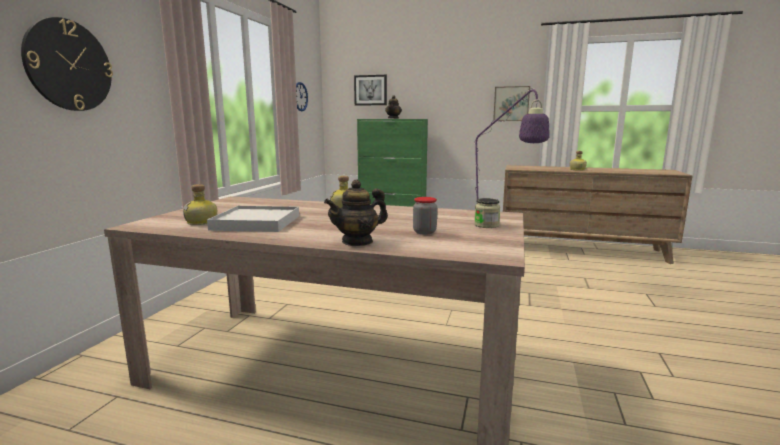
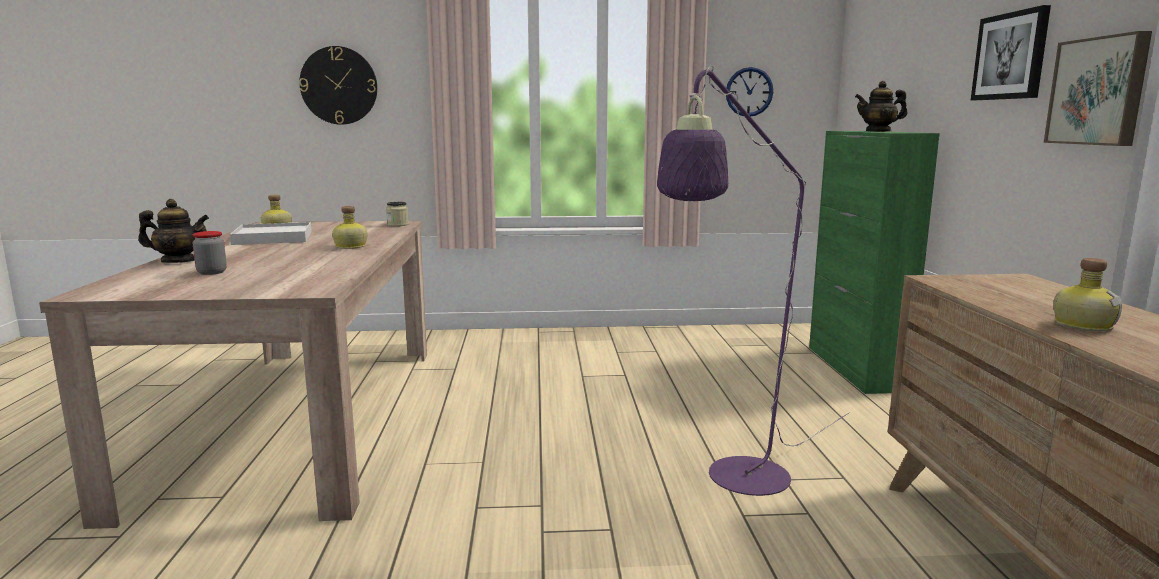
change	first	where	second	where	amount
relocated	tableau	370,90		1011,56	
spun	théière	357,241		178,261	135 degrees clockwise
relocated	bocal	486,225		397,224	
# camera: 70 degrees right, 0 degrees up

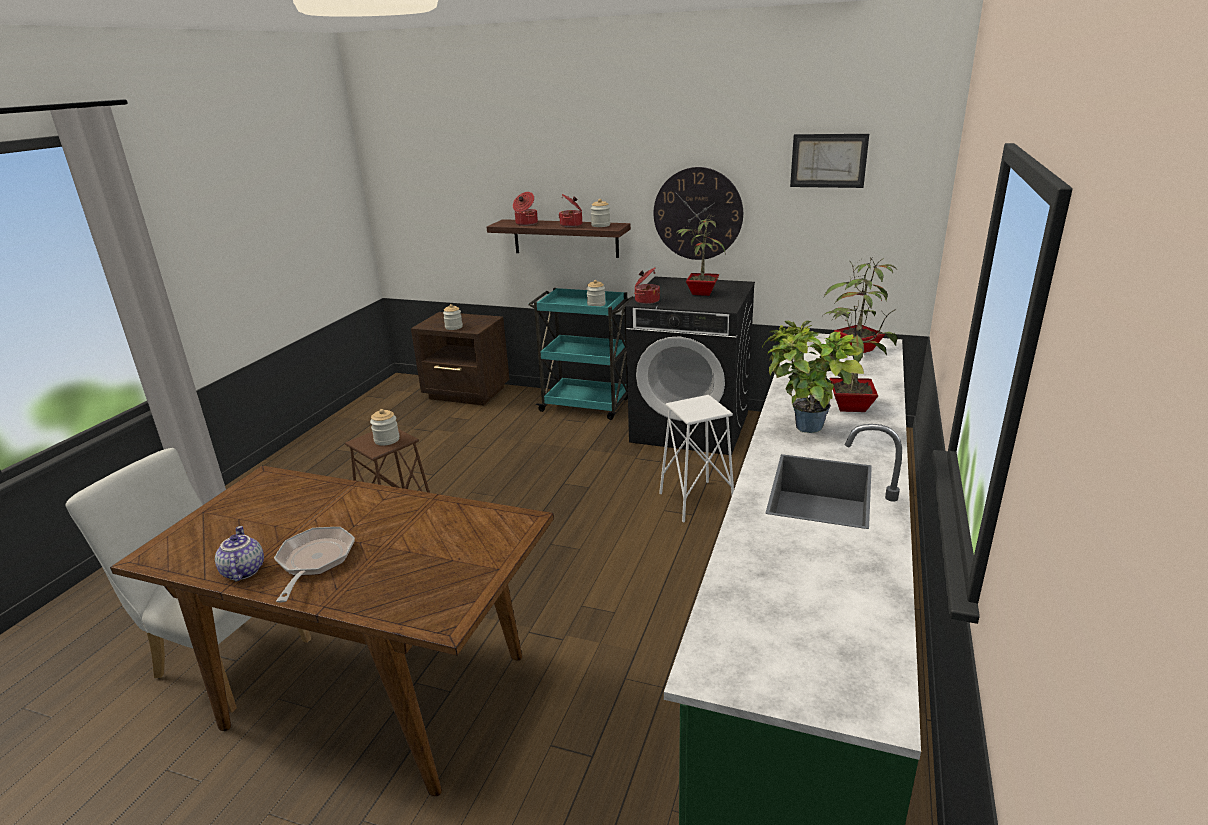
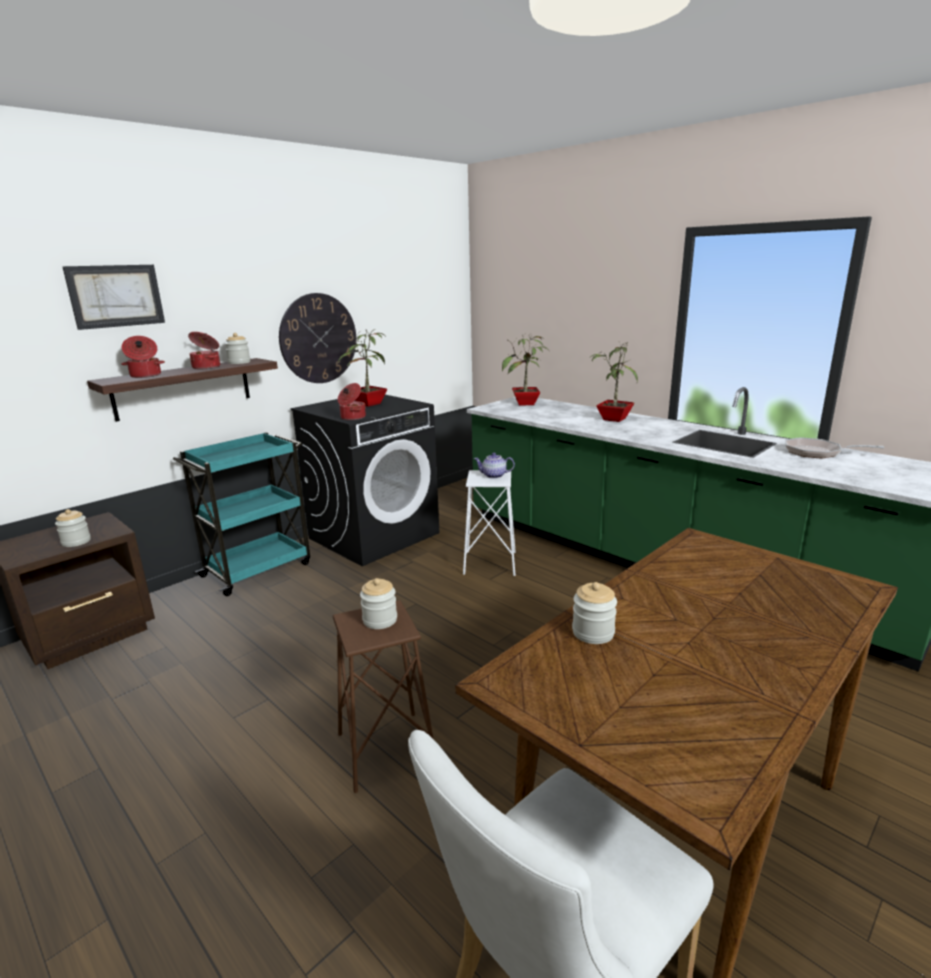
change	first	where	second	where	amount
relocated	tableau	828,160		116,296	
relocated	bocal	596,304		593,633	
missing	plante en pot	802,429			
relocated	théière	242,571		494,476	
relocated	poêle	314,562		817,452	
# camera: 65 degrees left, 5 degrees down

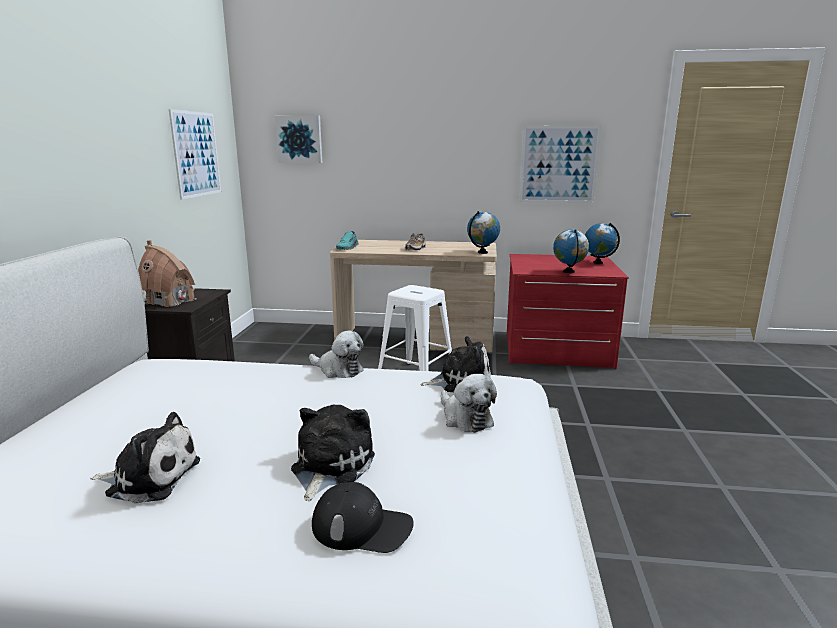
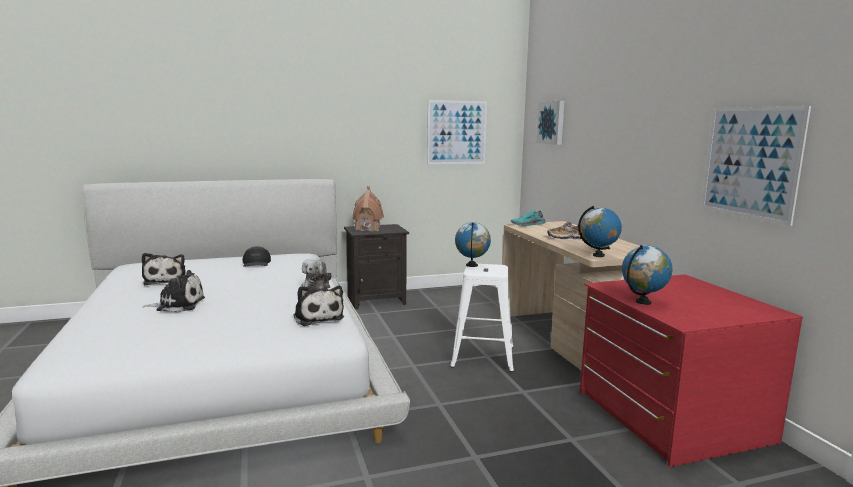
change	first	where	second	where	amount
relocated	globe	598,263		472,265	
missing	peluche	465,418			
relocated	casquette (noir)	362,527		256,263	
# camera: 65 degrees right, 5 degrees down

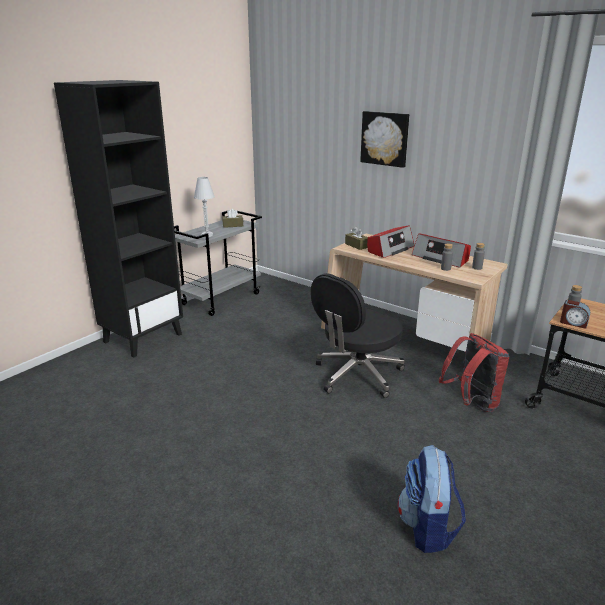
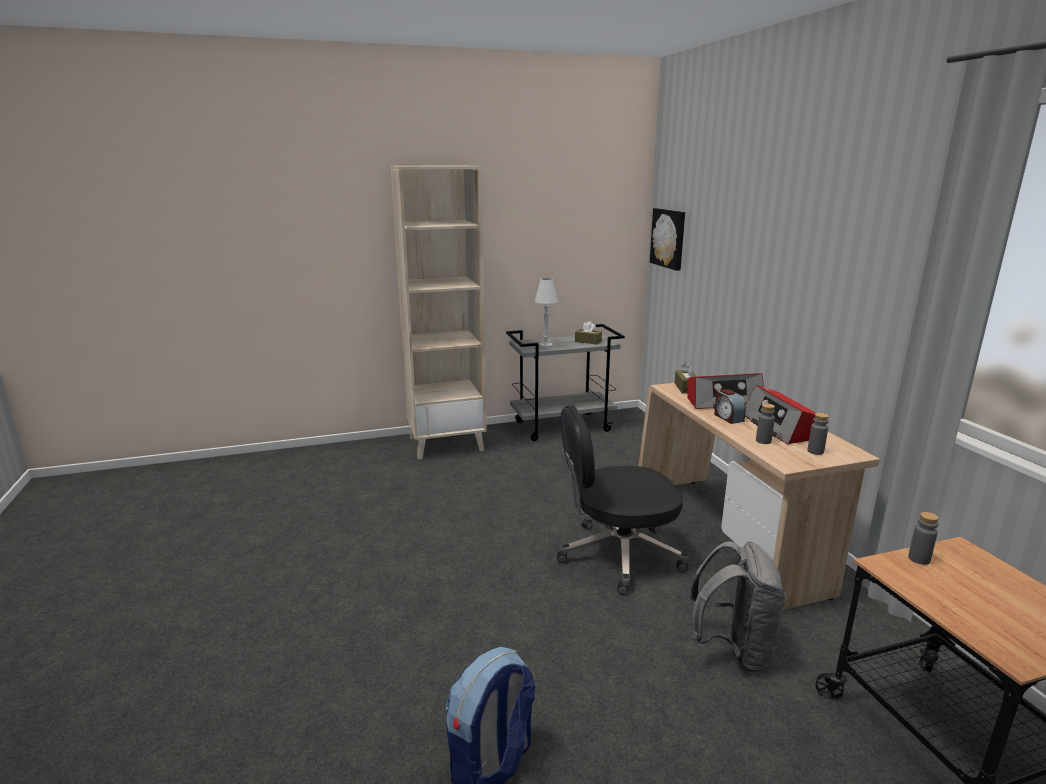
change	first	where	second	where	amount
colour	bibliothèque (noir)	143,337	bibliothèque (beige)	446,443	
relocated	tableau	385,138		669,238	
relocated	réveil	573,323		728,417	
colour	sac à dos (rouge)	471,403	sac à dos (gris)	733,650	
# camera: 35 degrees right, 5 degrees down

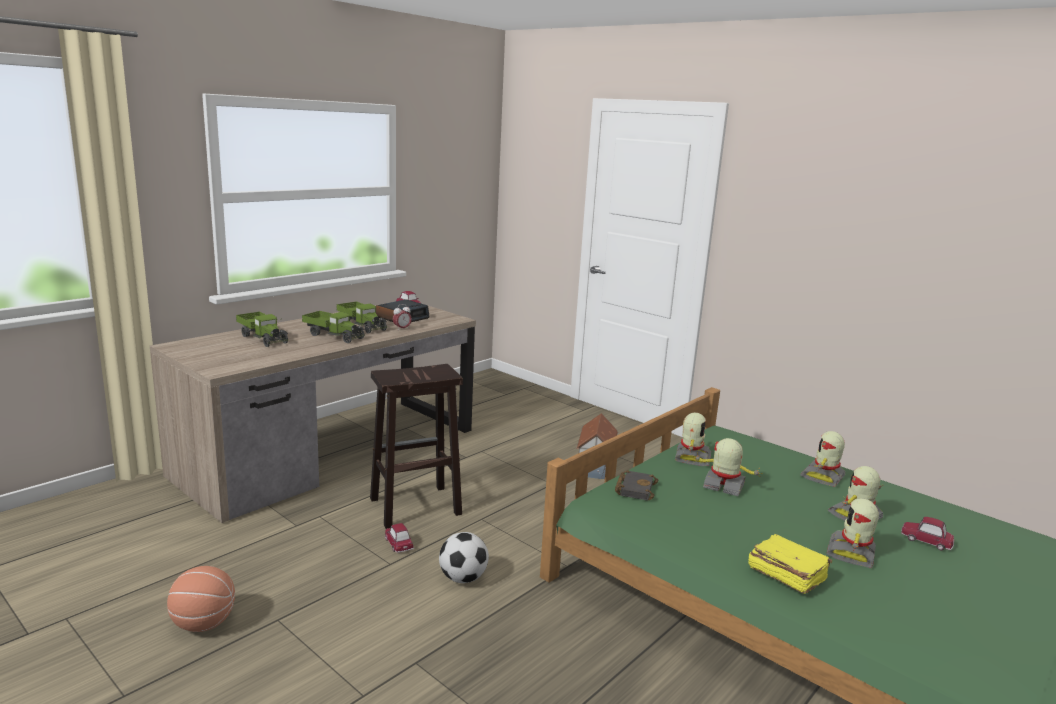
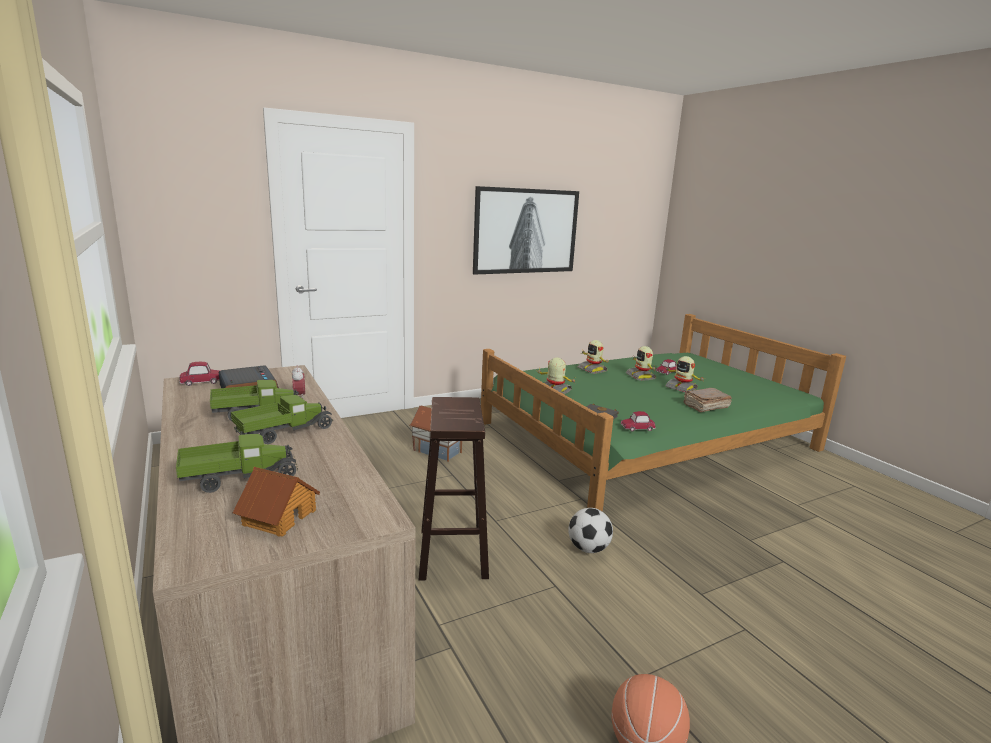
change	first	where	second	where	amount
missing	robot jouet	723,486			
relocated	petite voiture	398,543		637,428	
colour	livre (jaune)	786,574	livre (marron)	705,407	
appeared			tableau	525,231	
appeared			maison miniature	278,517	
# camera: 70 degrees left, 0 degrees up

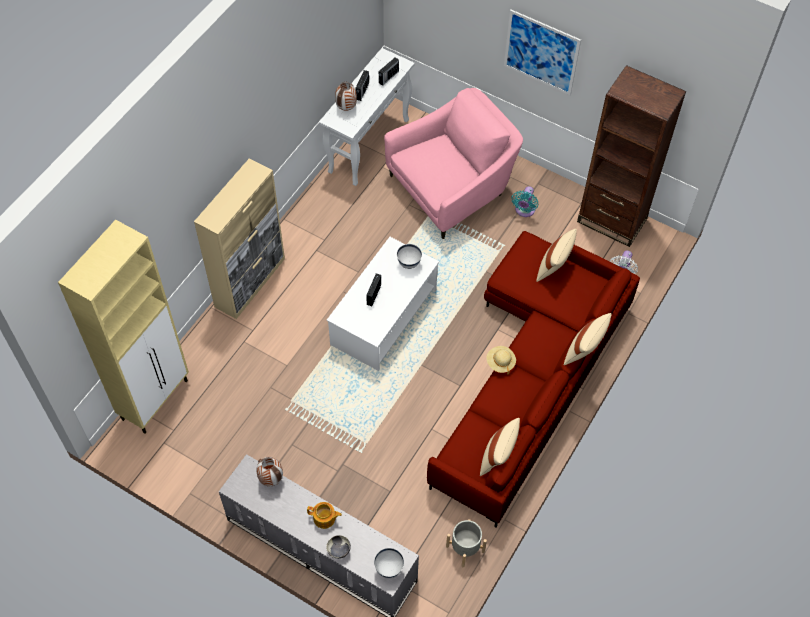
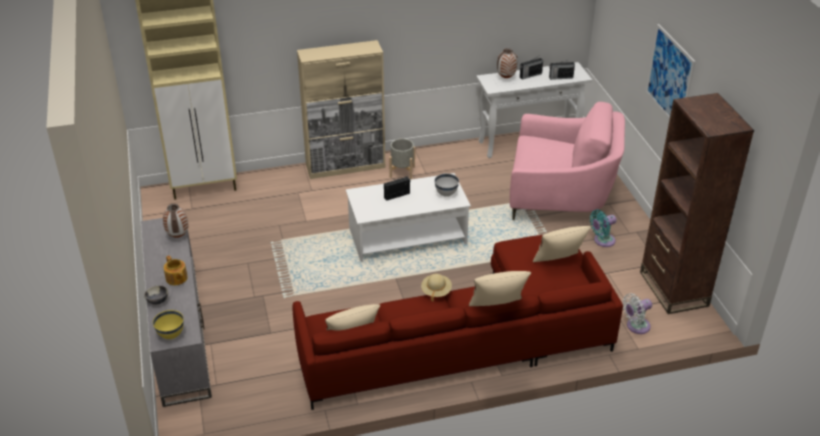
change	first	where	second	where	amount
relocated	cache-pot (gris)	465,548		402,172	
colour	bol (blanc)	389,569	bol (jaune)	171,335	
# camera: 45 degrees right, 20 degrees down

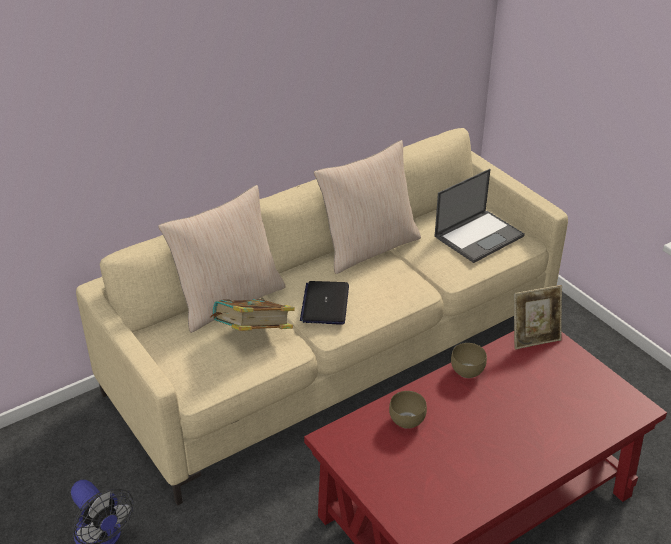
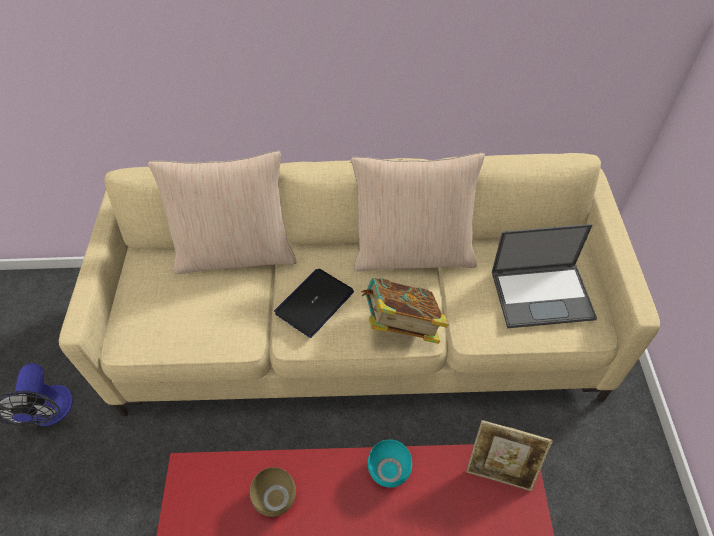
change	first	where	second	where	amount
relocated	livre	253,335		402,325	
colour	bol (marron)	466,371	bol (turquoise)	388,469	
# camera: 35 degrees right, 15 degrees up

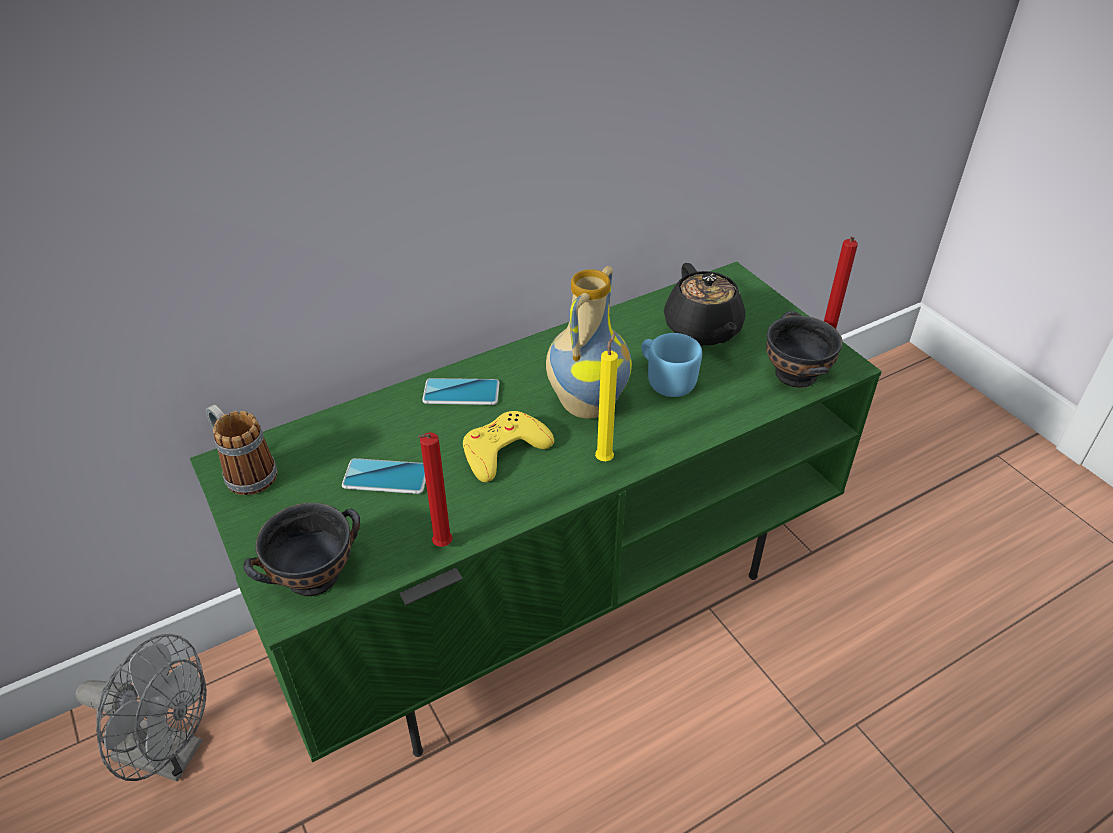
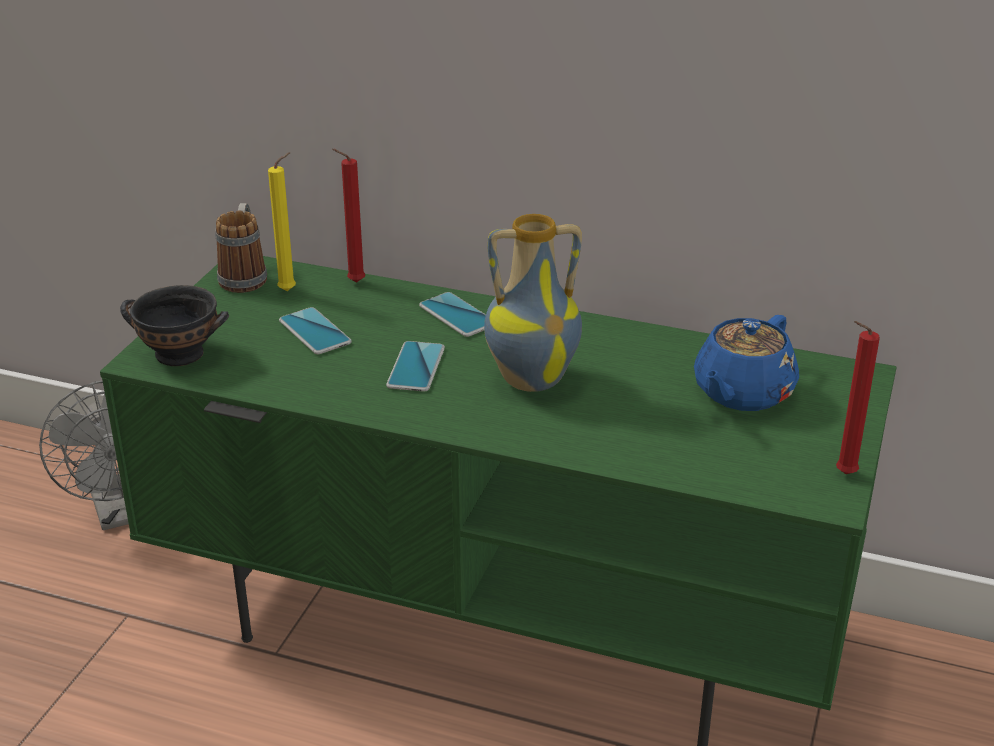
change	first	where	second	where	amount
colour	théière (noir)	703,330	théière (bleu)	742,393	
missing	bol (noir)	796,374			
relocated	bougie (jaune)	605,458		290,290	
missing	mug (bleu)	666,381			
exchanged	manette (jaune)	504,451	téléphone	416,367	
relocated	bougie (rouge)	441,547		353,282	
# camera: 50 degrees right, 10 degrees down

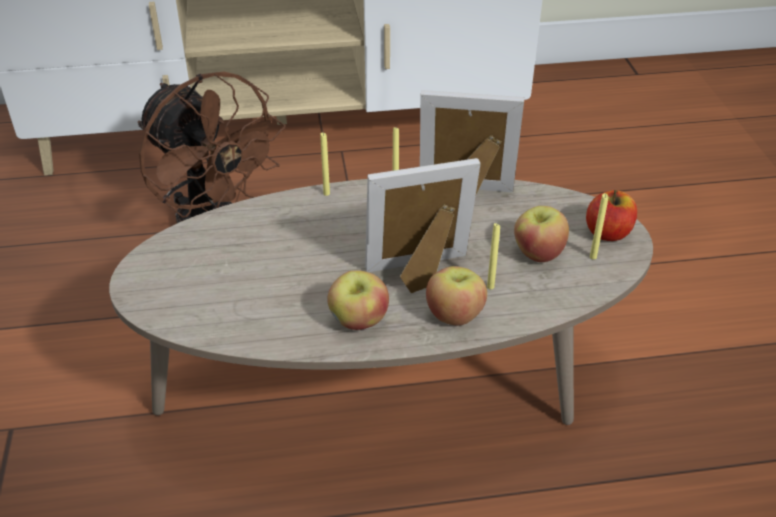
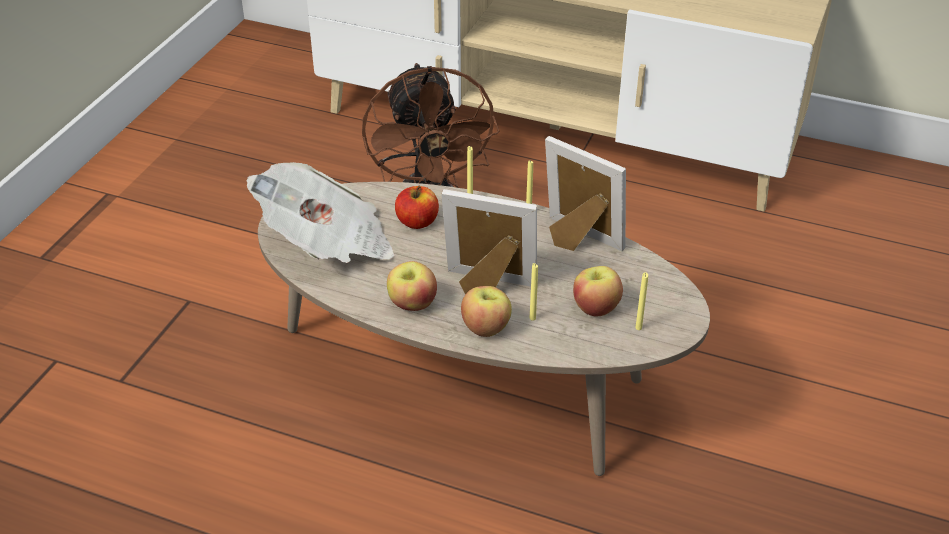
change	first	where	second	where	amount
relocated	pomme	608,233		417,222	
appeared			journal	327,243	
# camera: 30 degrees right, 0 degrees up

